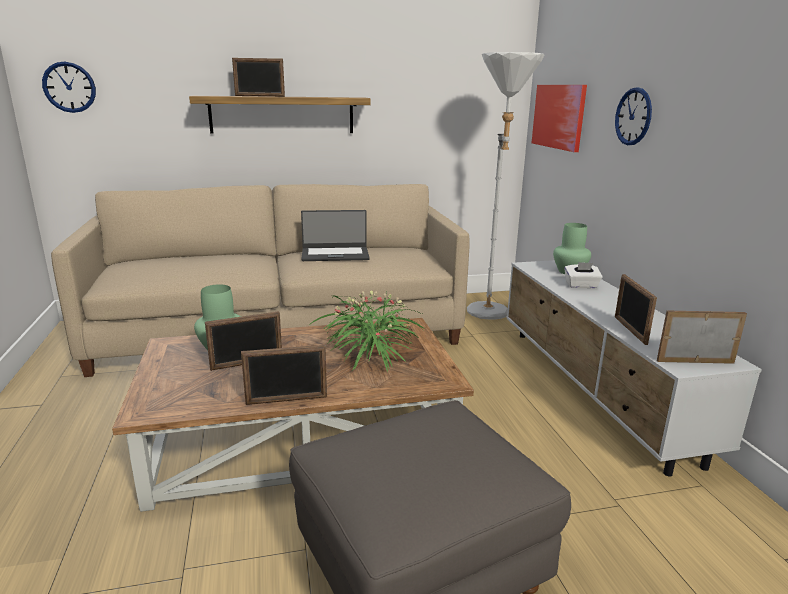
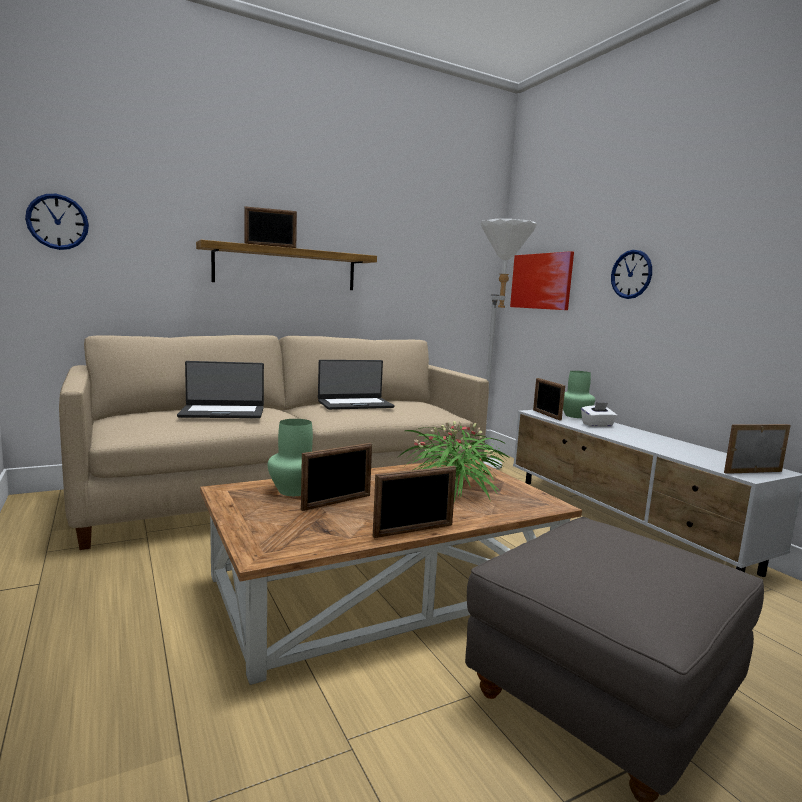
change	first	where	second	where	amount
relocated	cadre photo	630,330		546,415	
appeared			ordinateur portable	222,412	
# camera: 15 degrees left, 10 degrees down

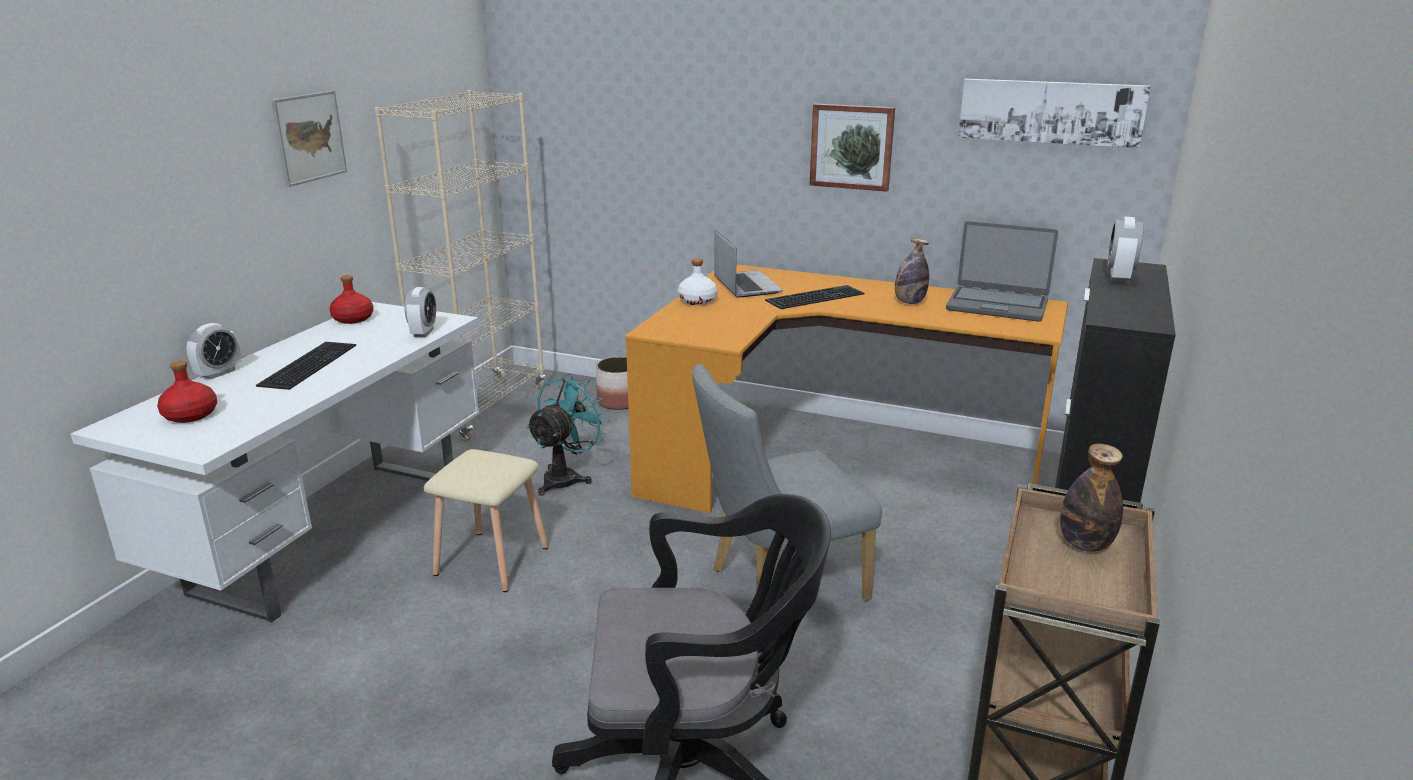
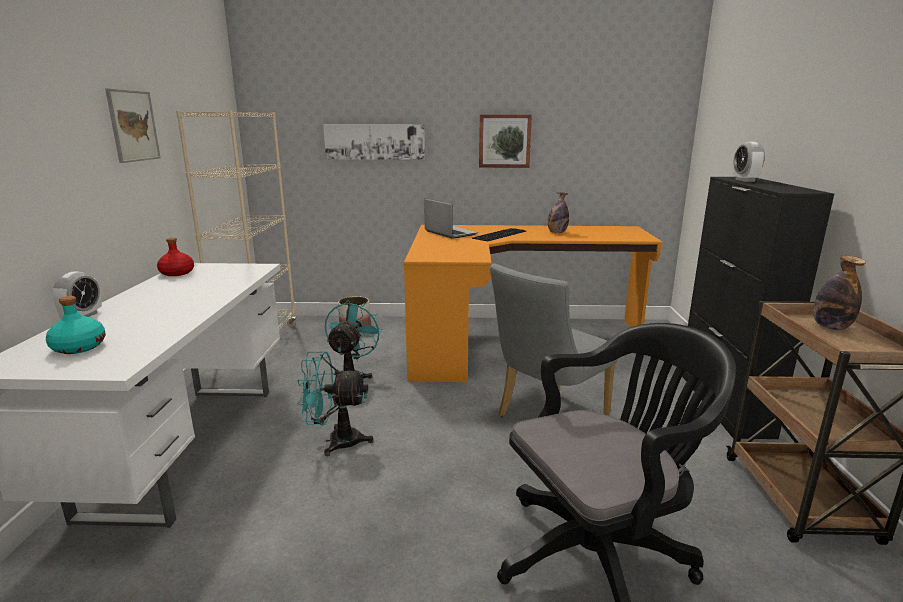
change	first	where	second	where	amount
relocated	tableau	1050,112		375,142	
missing	ordinateur portable	997,305			
missing	bouteille (blanc)	697,301			
missing	réveil	423,332			
missing	clavier	307,364			
colour	bouteille (rouge)	190,415	bouteille (turquoise)	78,347	
exchanged	tabouret (beige)	491,562	ventilateur (turquoise)	335,441	
# camera: 20 degrees left, 5 degrees down

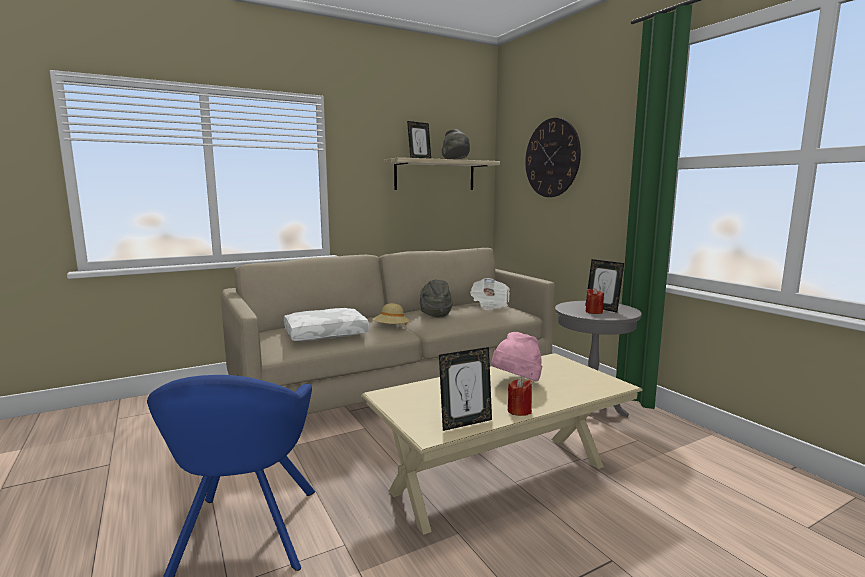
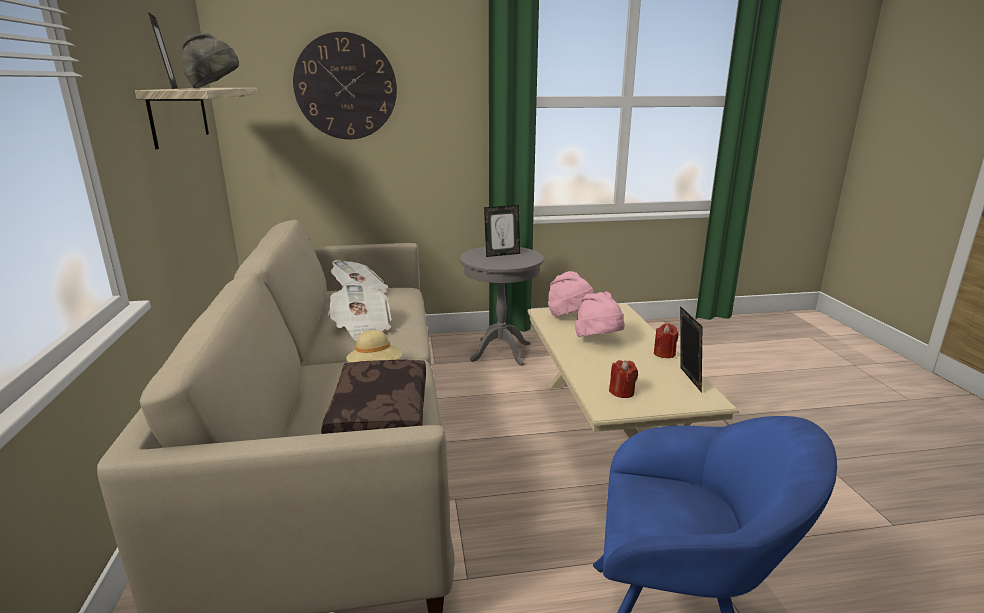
change	first	where	second	where	amount
exchanged	chapeau (gris)	435,314	journal	361,328	
relocated	bougie (rouge)	594,312		622,392	
colour	coussin (blanc)	326,333	coussin (marron)	378,413	
appeared			chapeau (rose)	570,316	
# camera: 70 degrees left, 10 degrees up

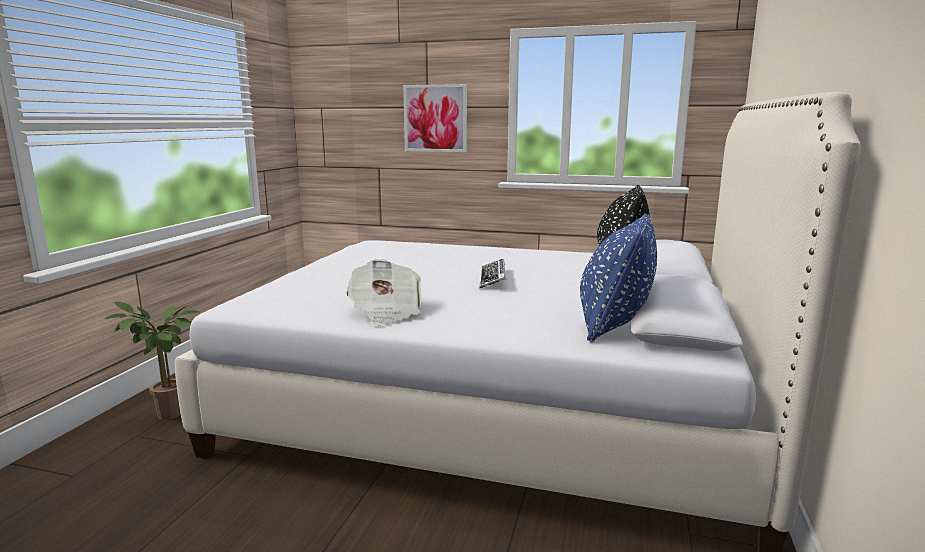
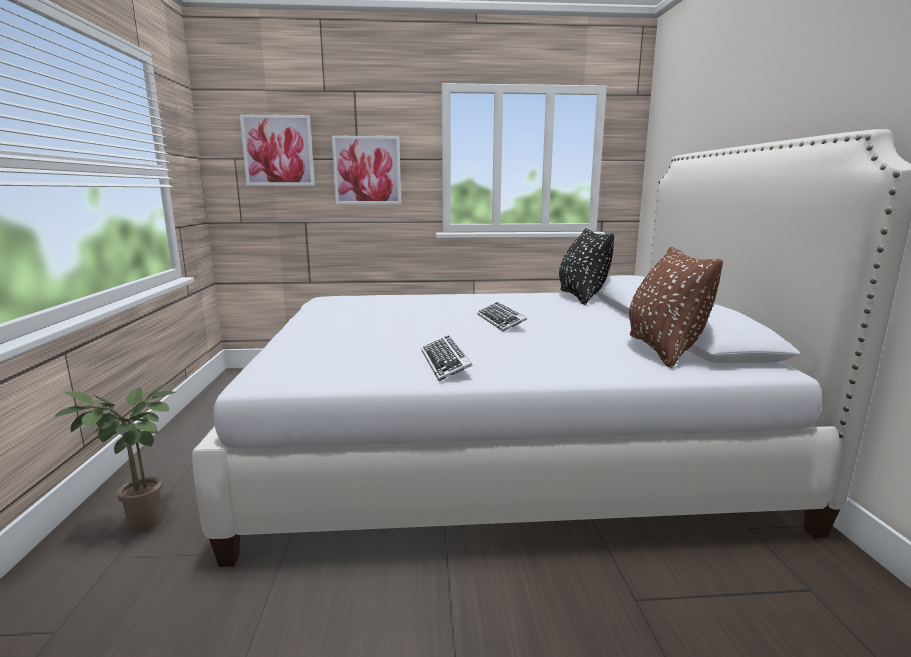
change	first	where	second	where	amount
colour	coussin (bleu)	614,325	coussin (marron)	663,350	
exchanged	journal	385,312	clavier	445,363	
appeared			tableau	278,150	
# camera: 20 degrees left, 0 degrees up

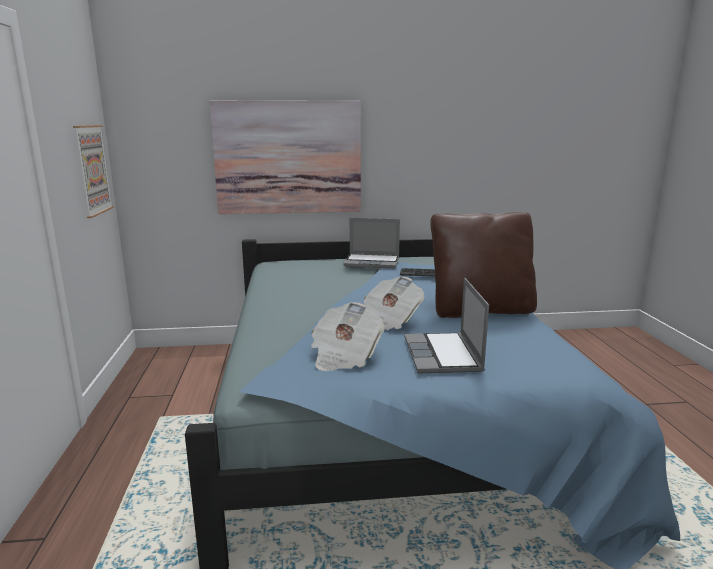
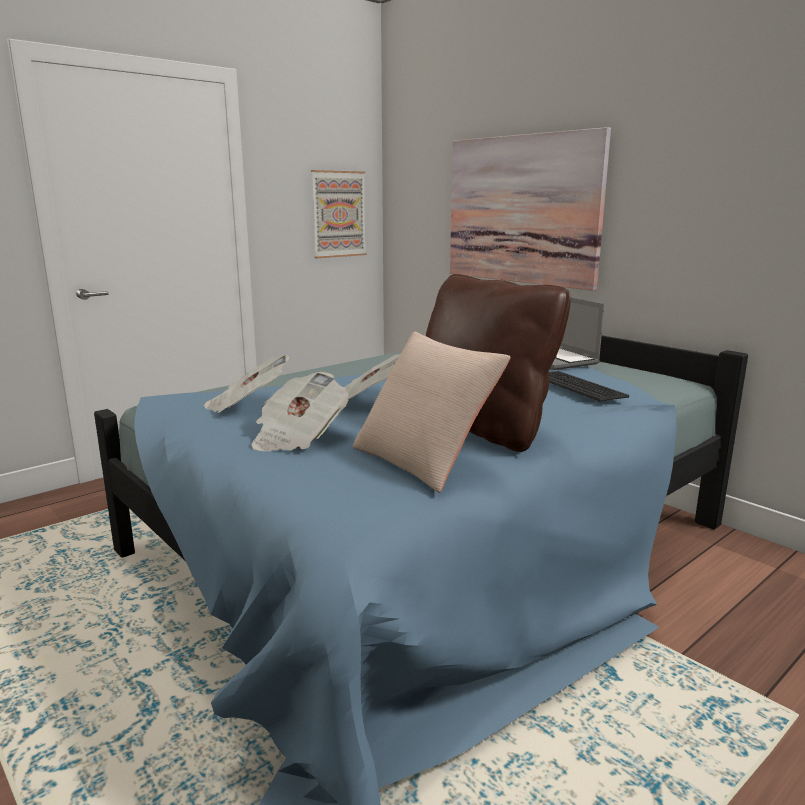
change	first	where	second	where	amount
exchanged	ordinateur portable	443,355	journal	298,437	
appeared			coussin (beige)	425,459	
# camera: 55 degrees right, 0 degrees up

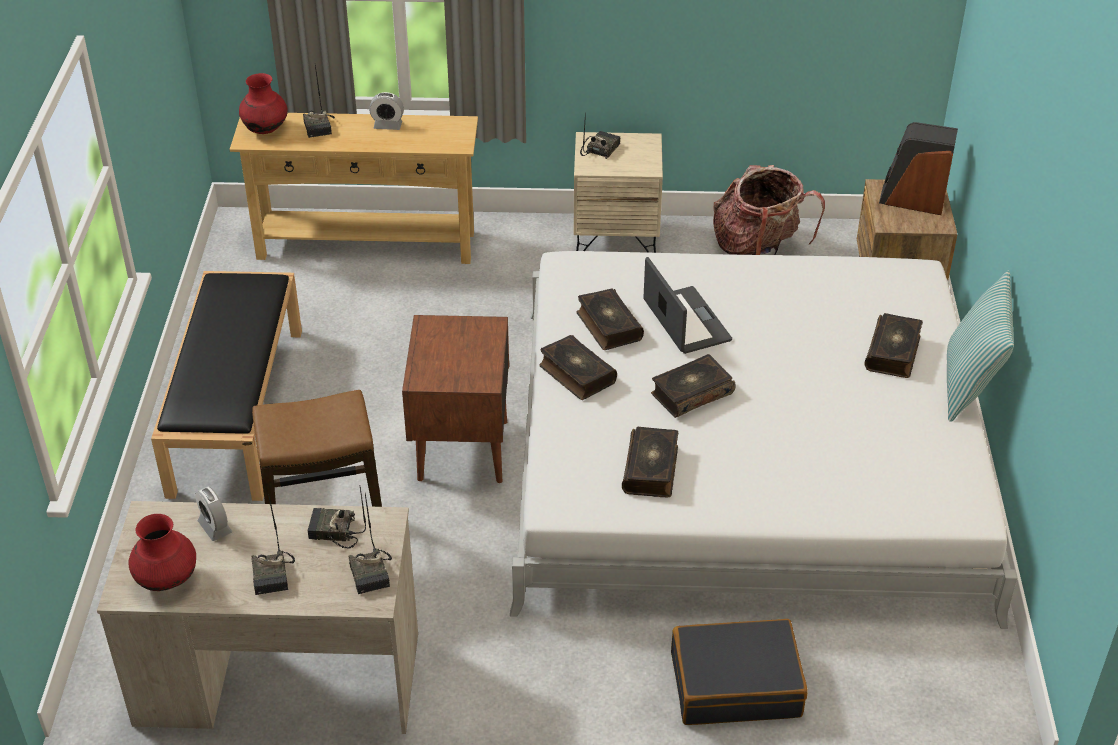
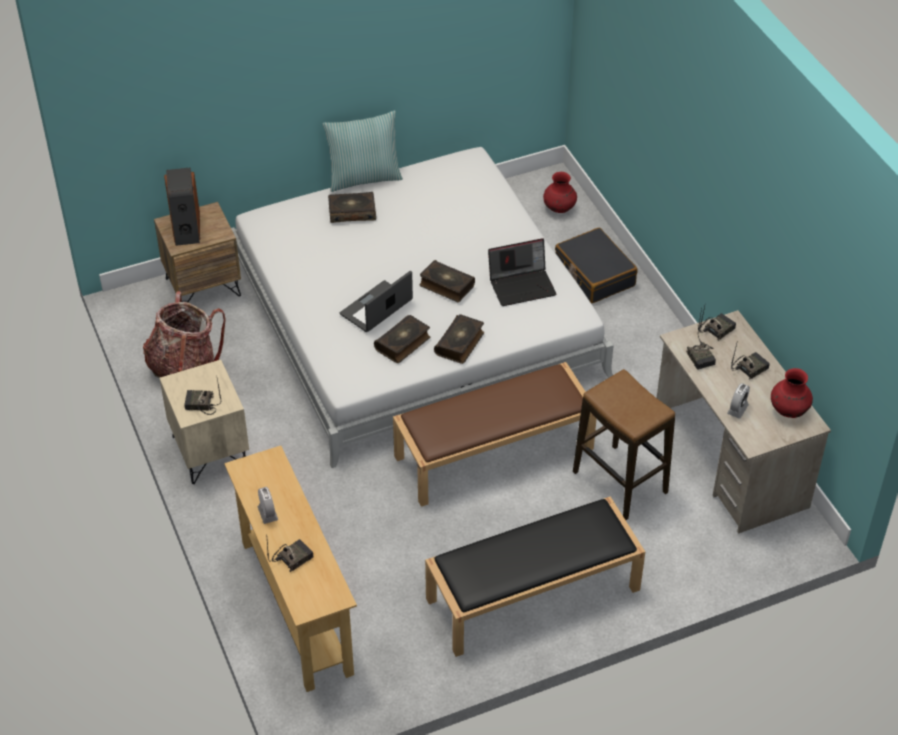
change	first	where	second	where	amount
relocated	vase (rouge)	265,129		559,208	
exchanged	table de chevet (marron)	461,451	banc (marron)	494,451	
exchanged	livre	651,469	ordinateur portable	522,285	
# camera: 115 degrees left, 5 degrees up

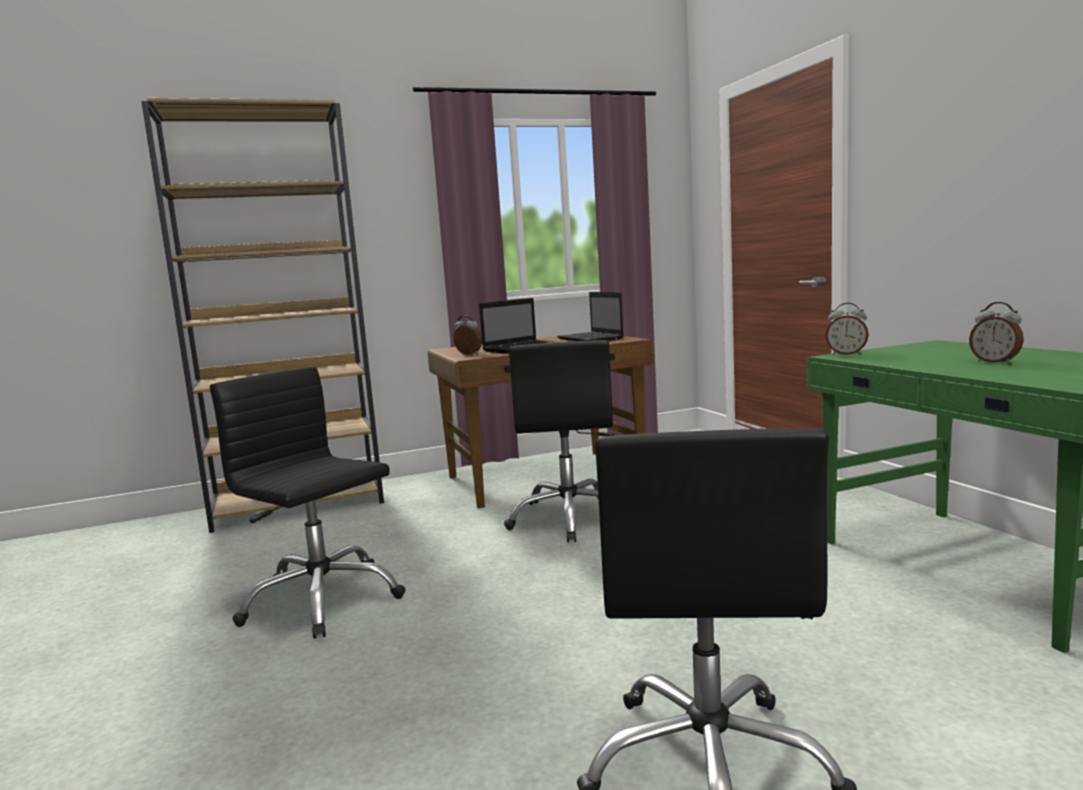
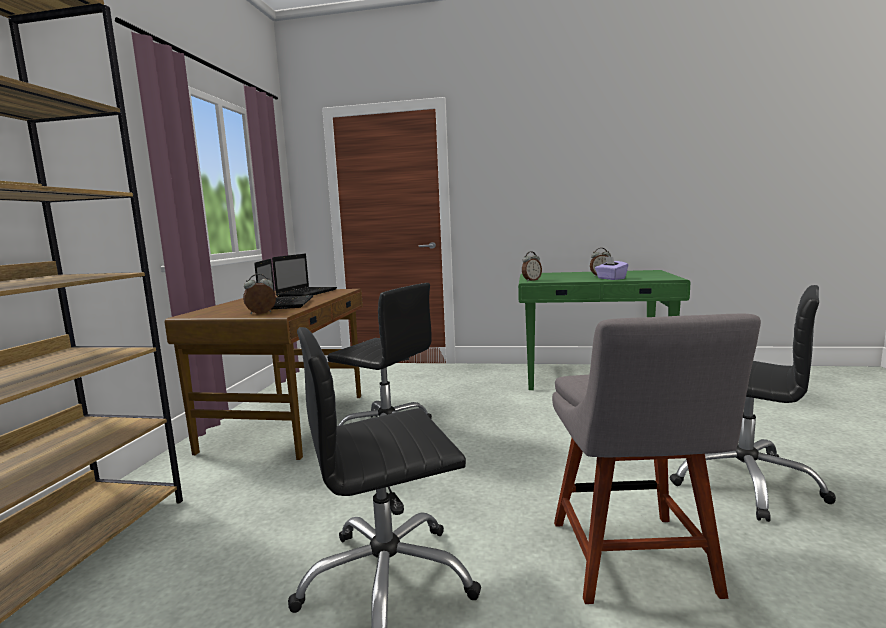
change	first	where	second	where	amount
spun	ordinateur portable	591,339		307,293	75 degrees counterclockwise
appeared			boîte à mouchoirs (violet)	610,278	
appeared			chaise (gris)	634,562	
# camera: 60 degrees left, 0 degrees up

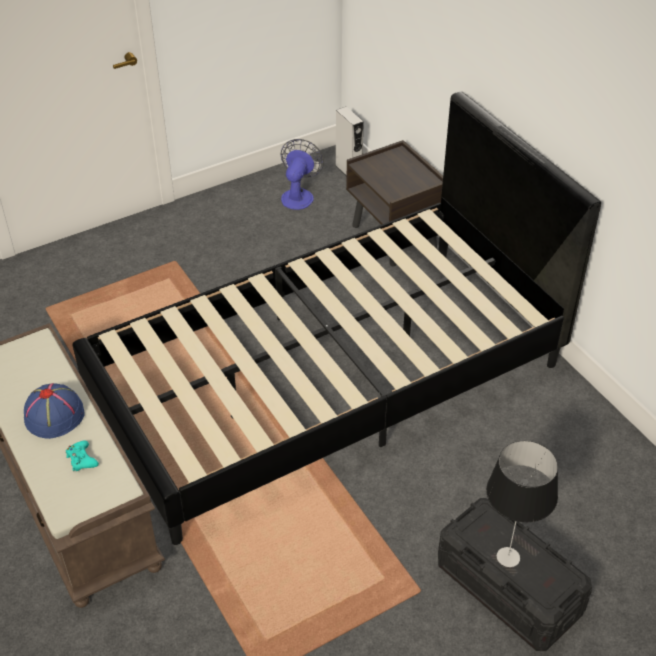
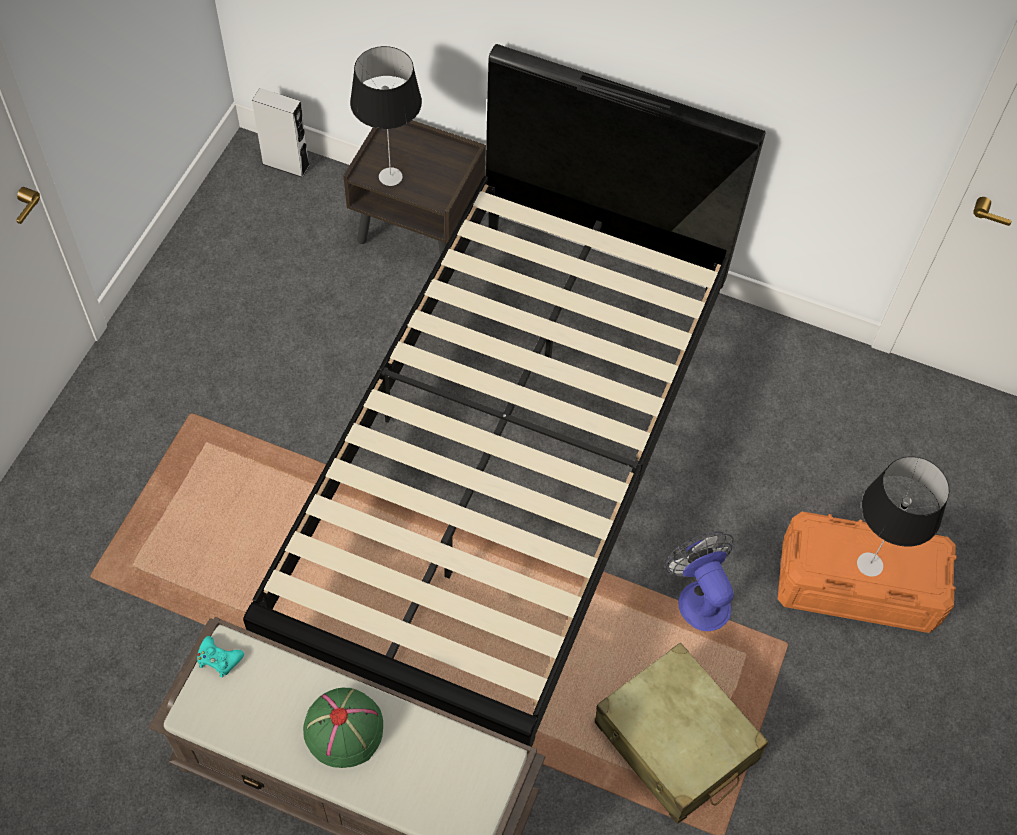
change	first	where	second	where	amount
relocated	ventilateur	299,195		699,596	
colour	chapeau (bleu)	55,415	chapeau (vert)	344,728	
relocated	manette (turquoise)	81,459		219,659	
colour	boîte de rangement (noir)	508,588	boîte de rangement (orange)	857,586	
appeared			lampe de table	391,177	
appeared			valise (beige)	676,741	
# camera: 40 degrees left, 15 degrees up

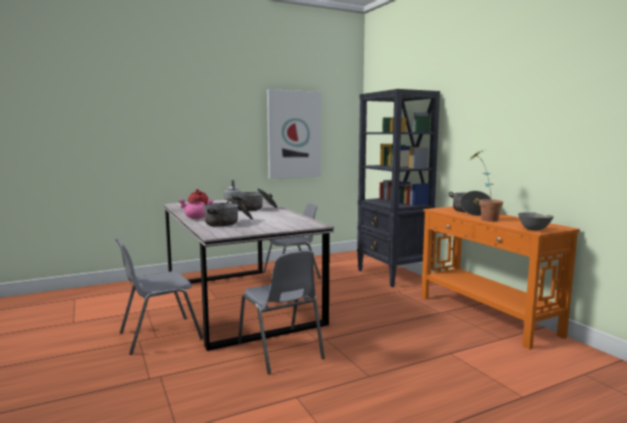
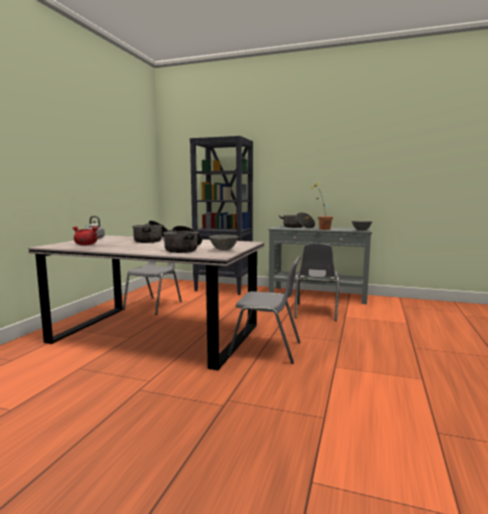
change	first	where	second	where	amount
missing	tableau	294,134			
missing	marmite (rose)	197,218			
colour	table console (orange)	486,315	table console (gris)	318,295	
relocated	chaise (gris)	159,335		316,312	
appeared			bol (gris)	223,250	
# camera: 45 degrees left, 0 degrees up

